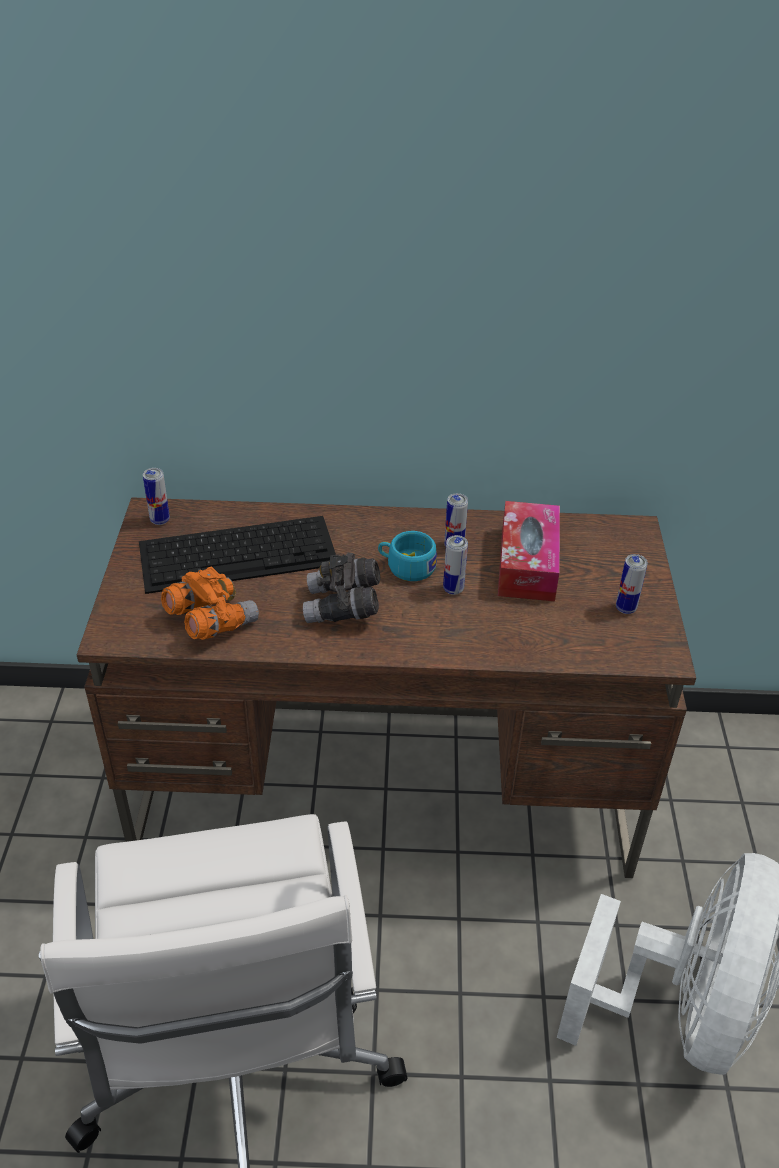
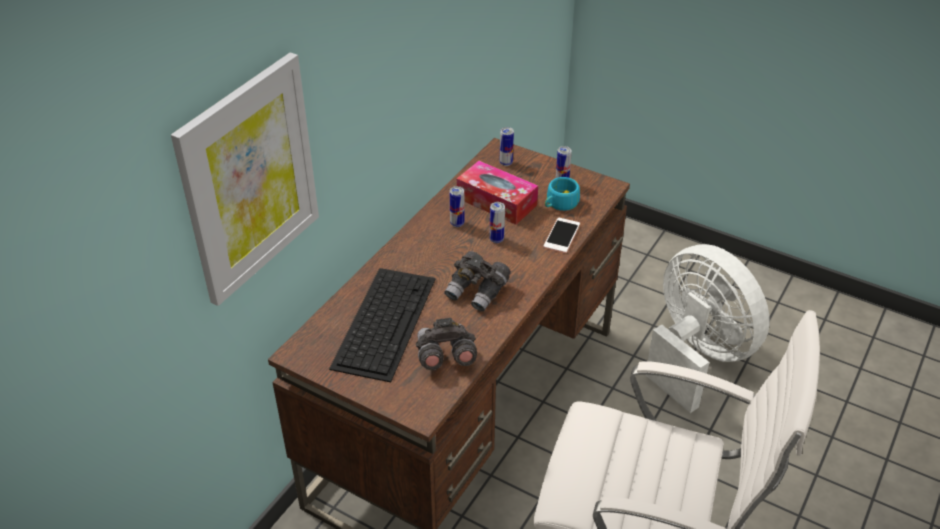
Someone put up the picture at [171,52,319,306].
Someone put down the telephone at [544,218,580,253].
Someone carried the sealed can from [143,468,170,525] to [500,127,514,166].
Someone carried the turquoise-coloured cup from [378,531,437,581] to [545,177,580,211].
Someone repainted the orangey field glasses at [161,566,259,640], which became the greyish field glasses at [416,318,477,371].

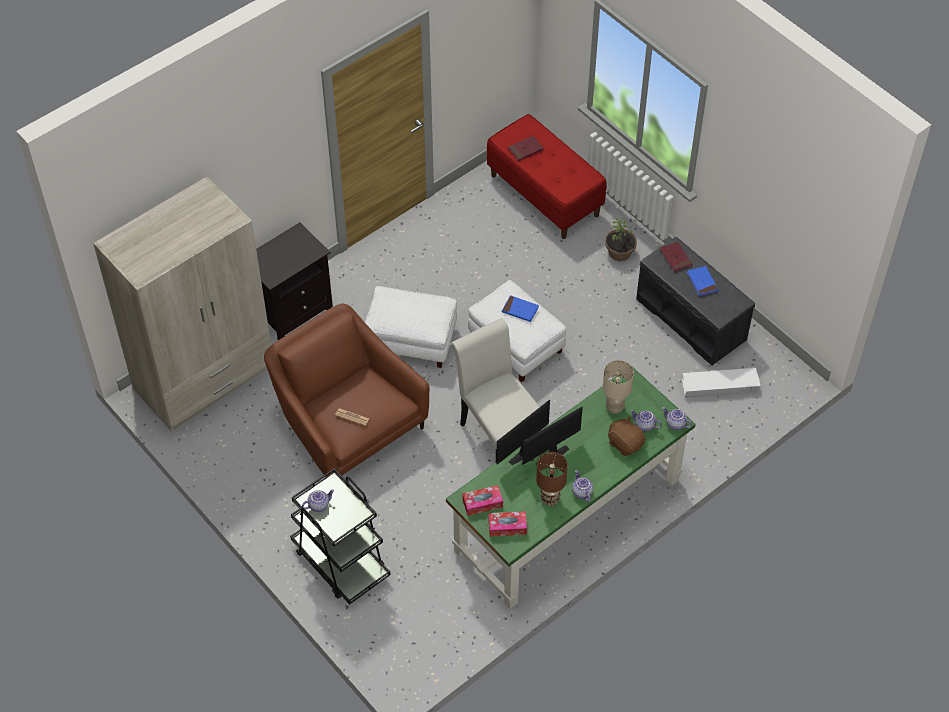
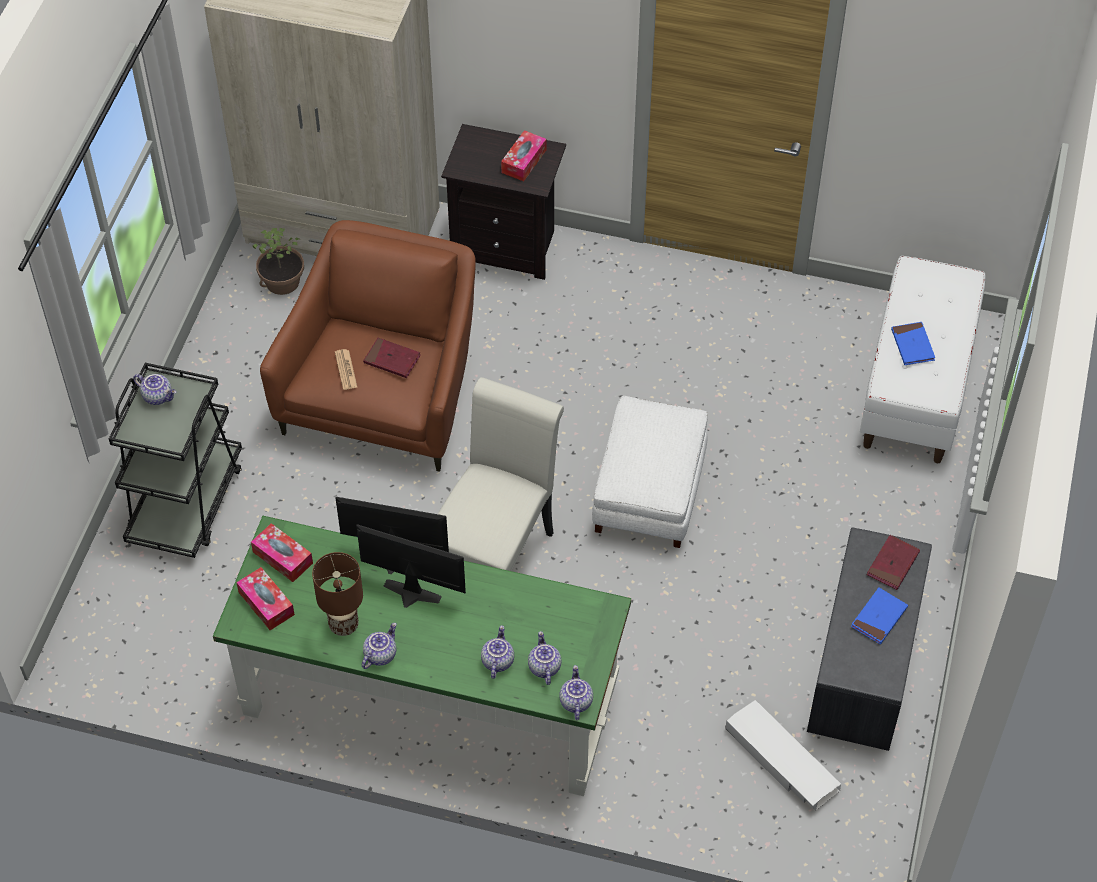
Someone took away the whitish ottoman at [365,286,457,368].
Someone took away the sand-coloured tabletop lamp at [603,360,634,414].
Someone put down the box of tissues at [501,130,546,182].
Someone carried the blue-coloured book from [502,295,539,322] to [891,322,935,365].
Someone carried the reddish book from [508,135,544,161] to [363,338,421,378].
Someone carried the plant in a pot from [605,218,637,261] to [253,228,304,295].
Someone swapped the brown soft toy at [608,416,646,456] for the pot for tea at [481,625,514,679].
Someone repainted the reddish indoor bench at [487,114,607,239], which became the whitish indoor bench at [860,256,986,463].

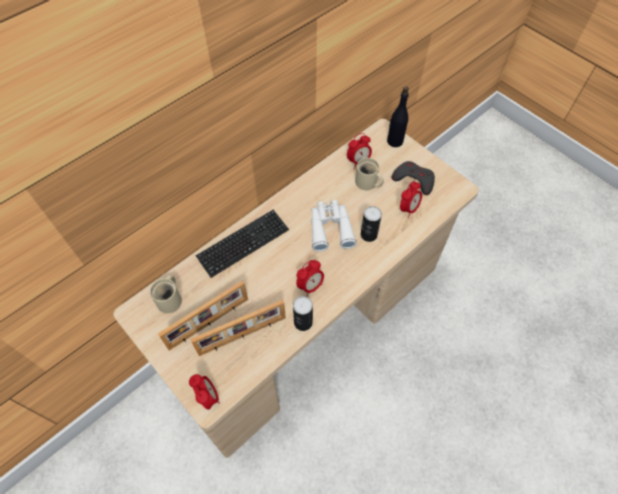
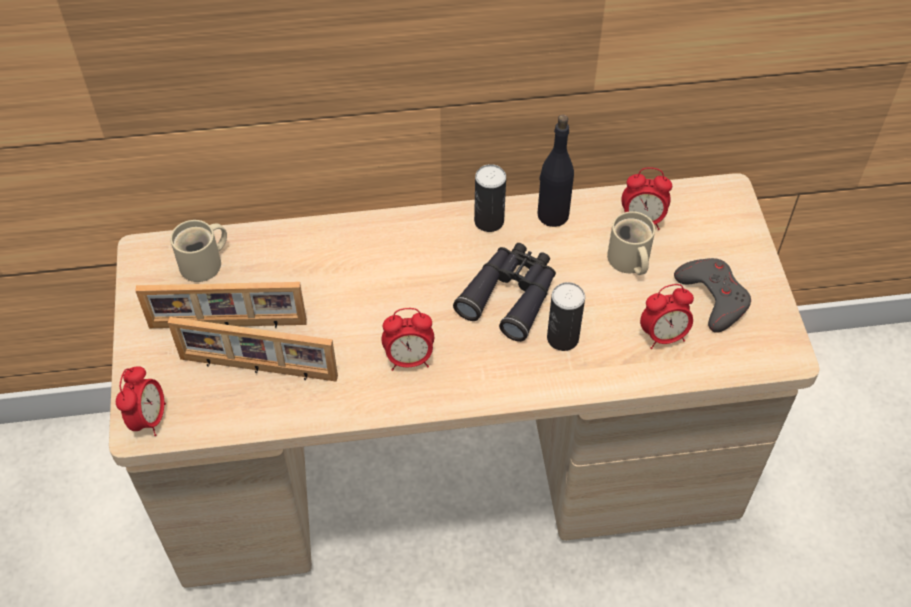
Someone took away the PC keyboard at [196,210,289,278].
Someone carried the sealed can from [293,296,313,331] to [474,164,506,232].
Someone carried the blackish drink bottle from [387,86,409,147] to [537,115,574,227].
Someone repainted the whitish field glasses at [311,200,357,252], which became the blackish field glasses at [453,243,556,342].

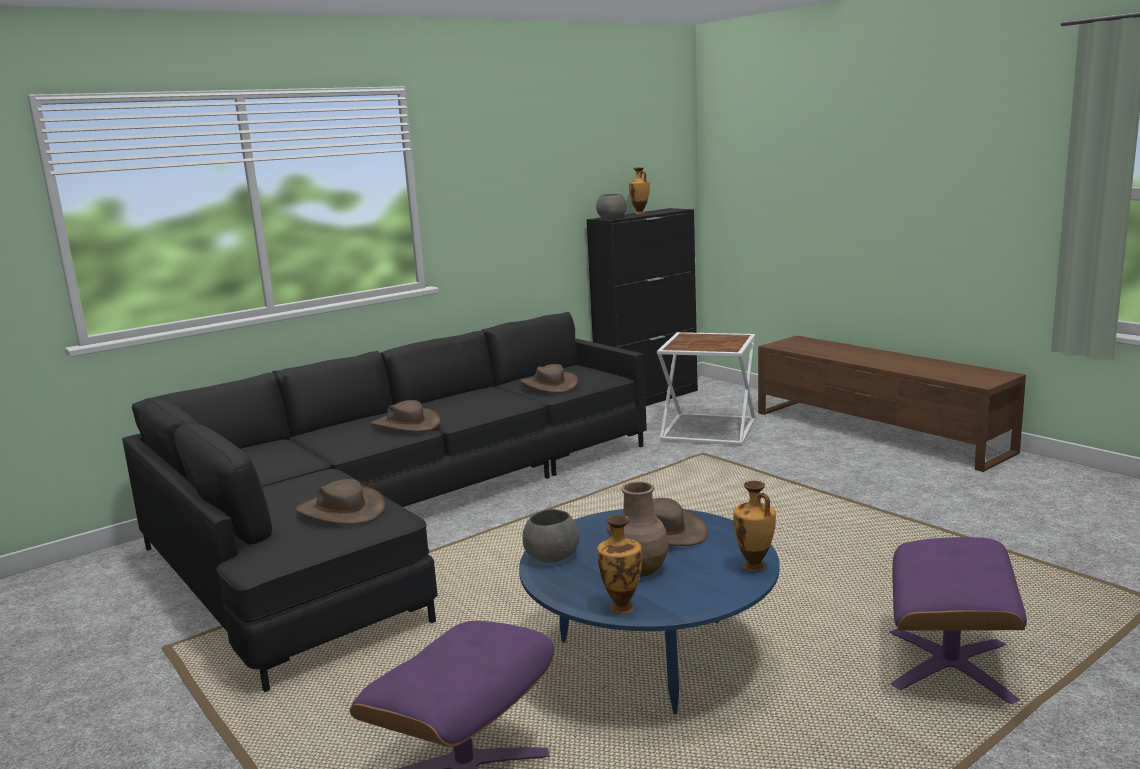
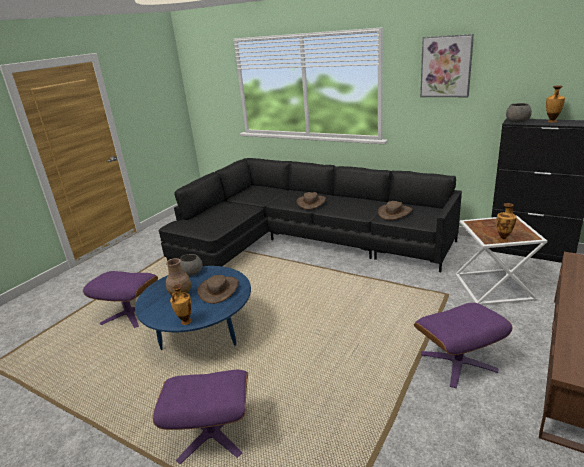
Someone took away the brown hat at [296,479,385,524].
Someone put down the purple ottoman at [414,303,512,388].
Someone put up the picture at [420,34,474,97].
Someone carried the decorative vase from [597,515,642,614] to [496,203,517,242].

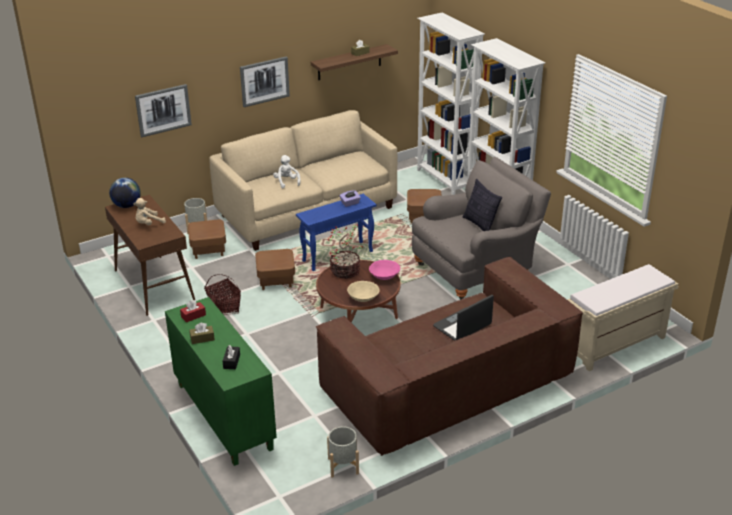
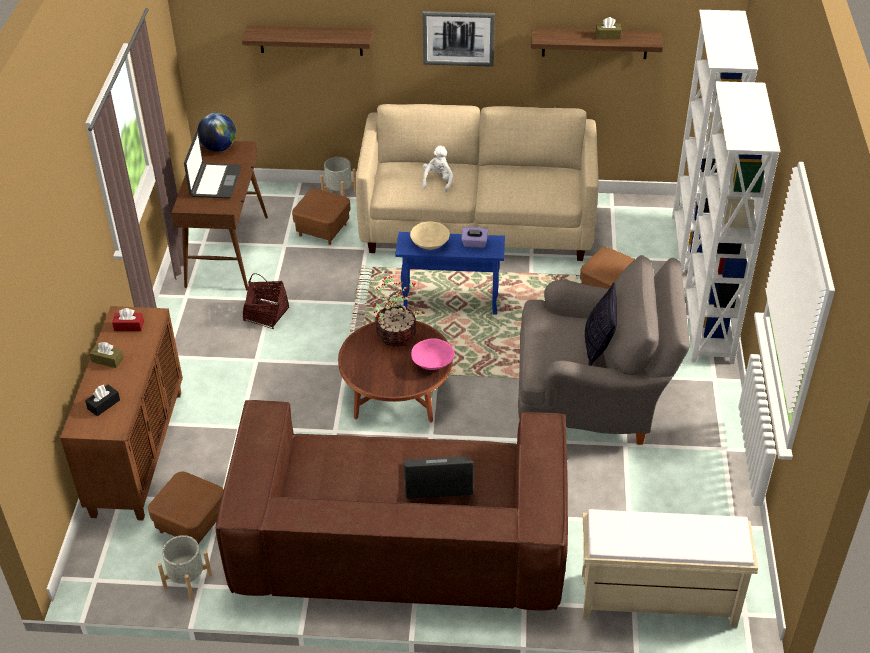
Someone carried the brown ottoman from [255,249,295,290] to [148,472,224,544].
Someone carried the sand-coloured bowl from [347,281,380,302] to [410,221,450,250].
Someone swapped the sand-coloured soft toy at [133,198,166,225] for the laptop at [184,132,242,199].
Someone swapped the picture at [135,84,192,137] for the shelf at [242,25,373,56].
Someone repainted the green-coloured storage cabinet at [165,297,277,466], which became the brown storage cabinet at [60,306,183,521].

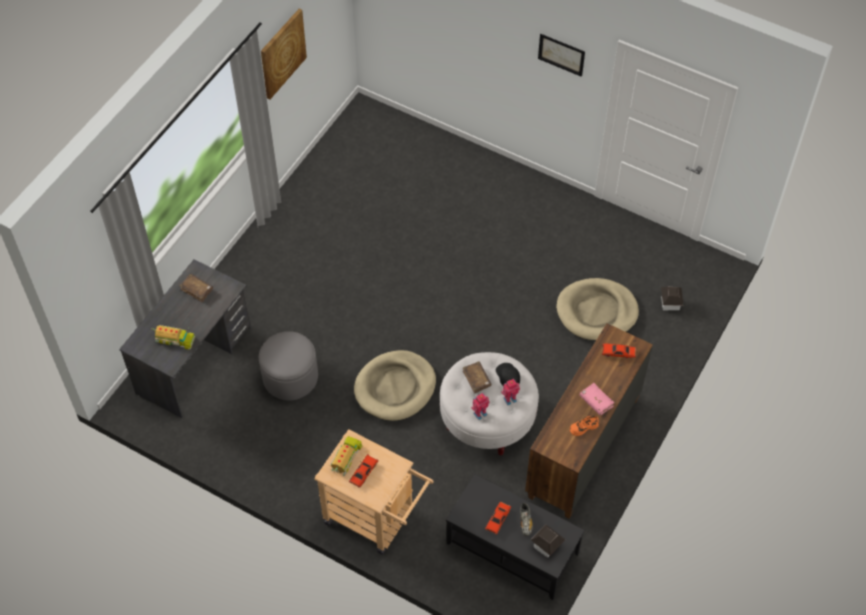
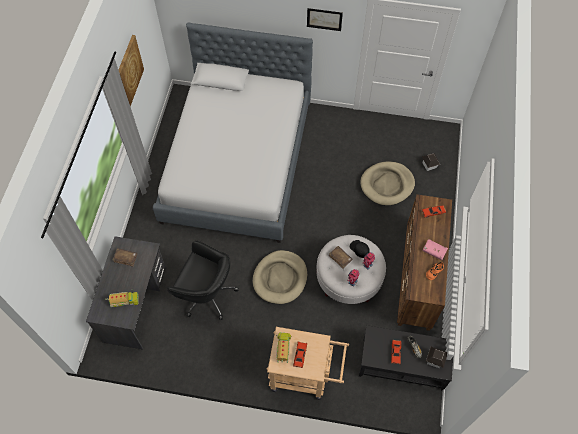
Someone put down the sleeping bed at [153,22,313,243].
Someone swapped the greyish ottoman at [259,331,318,401] for the blackish office chair at [167,241,239,320].

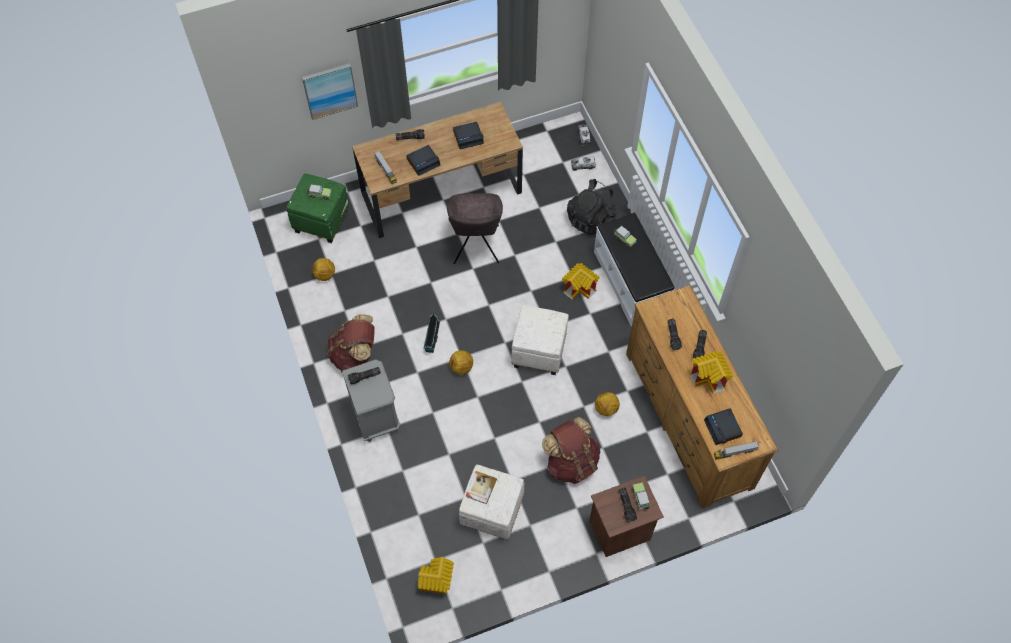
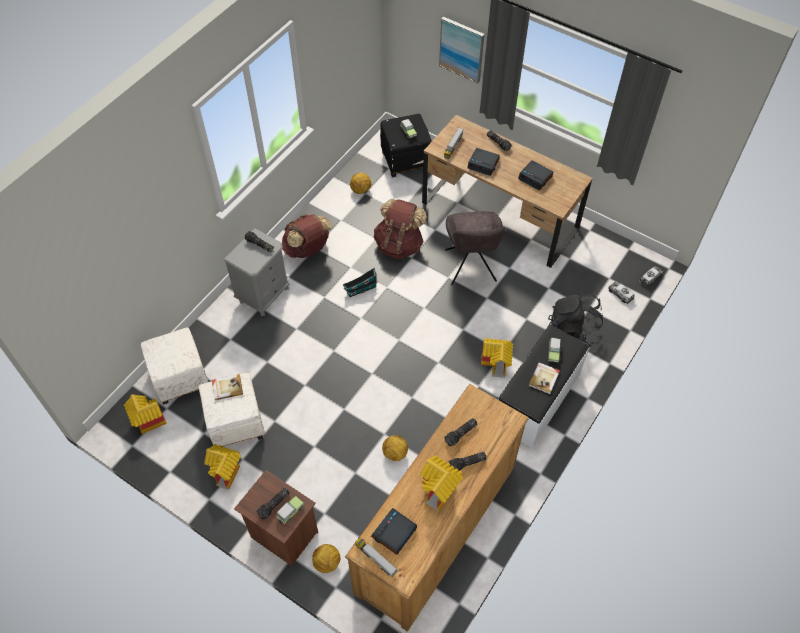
Someone put down the model house at [204,444,241,490].
Someone put down the book at [529,362,560,394].
Someone carried the football ball from [449,350,474,375] to [312,544,340,573].
Someone carried the whitish ottoman from [512,306,569,375] to [141,327,208,404].
Someone carried the brown rucksack from [542,417,600,484] to [374,199,427,259].
Someone repainted the green-coloured ottoman at [286,174,349,243], which became the blackish ottoman at [380,114,432,177].
Someone rotated the greyish upright chair at [447,193,503,264] by 60 degrees counterclockwise.

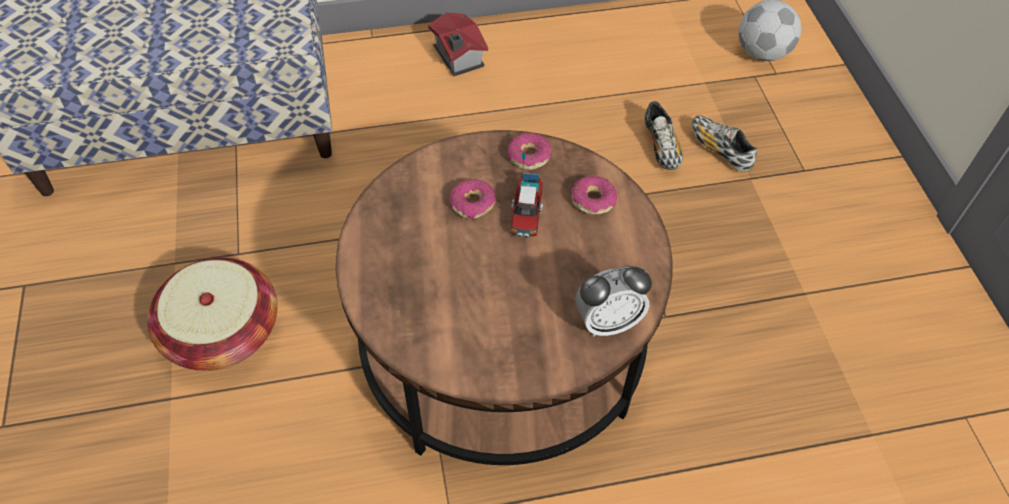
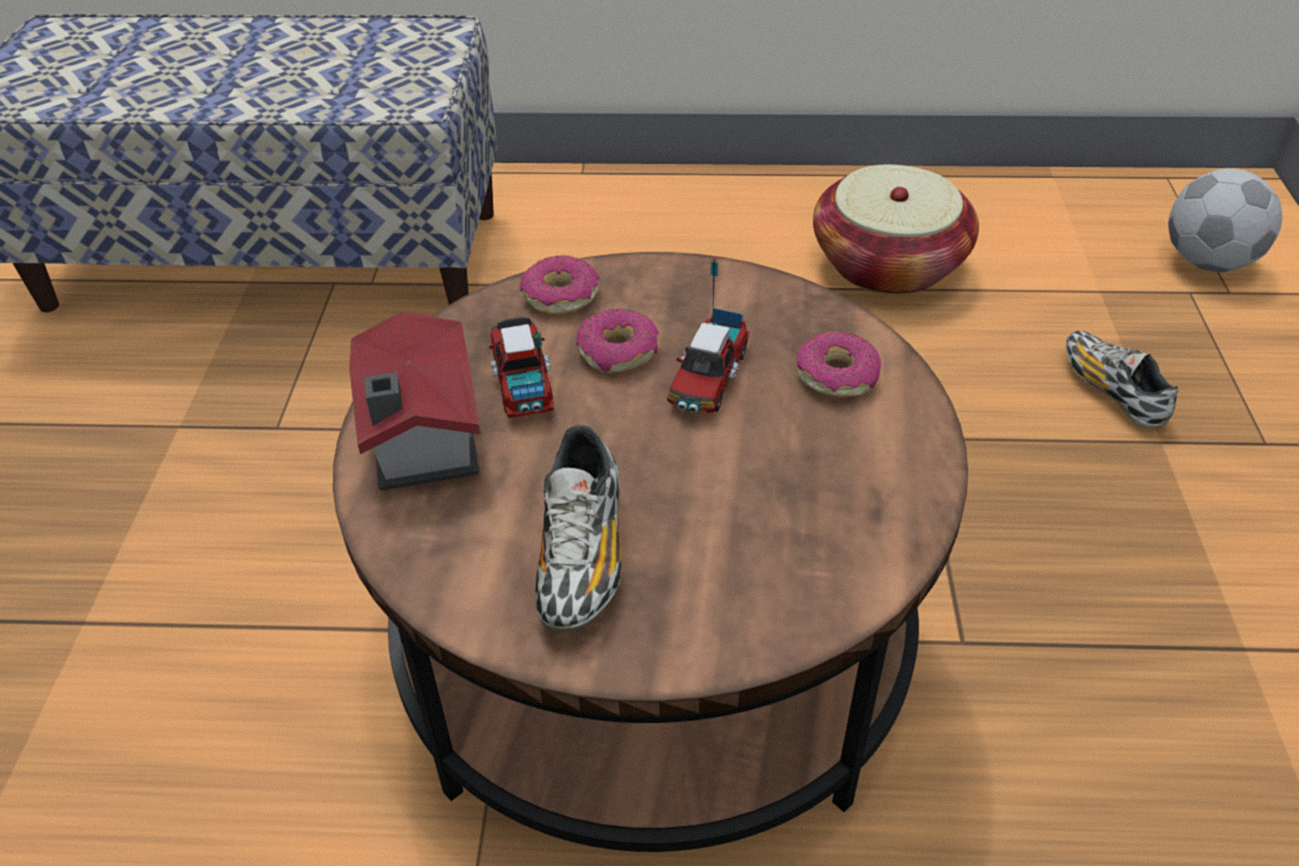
Someone took away the table clock at [575,266,652,337].
Someone put down the model truck at [489,317,554,418].
Someone carried the household basket from [147,258,278,371] to [813,165,979,295].
Someone carried the model house from [428,12,488,76] to [349,311,481,491].
Someone carried the donut from [508,133,551,170] to [520,255,599,314].
Someone carried the item of footwear from [645,101,683,170] to [535,425,622,632].

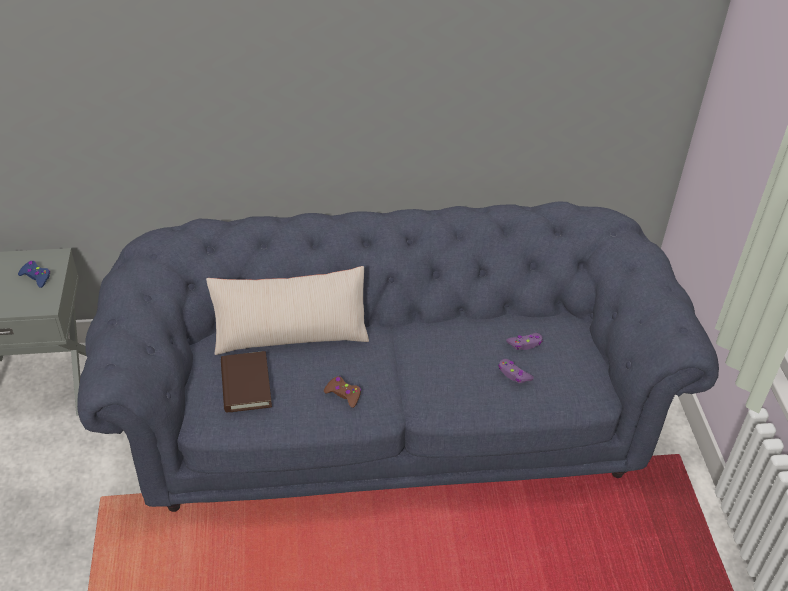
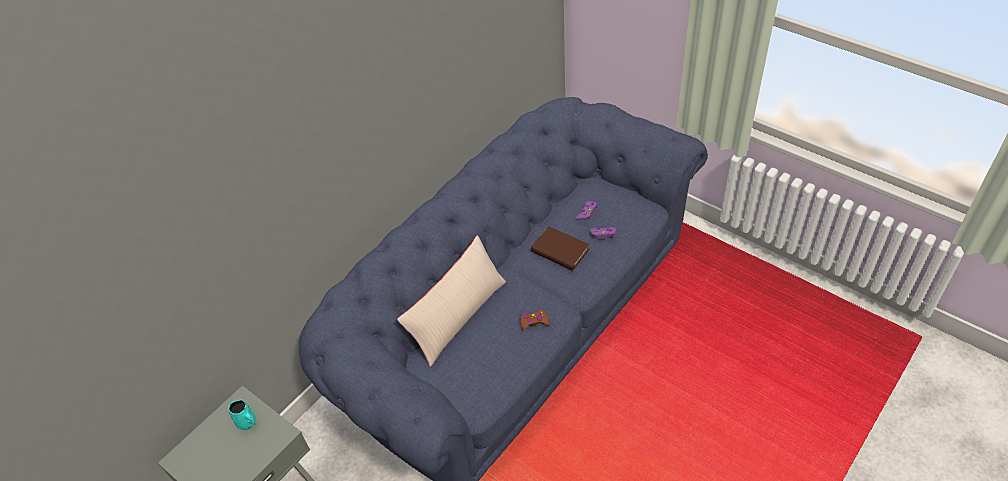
Someone carried the brown book from [221,351,272,413] to [531,226,590,271].
Someone swapped the blue-coloured gamepad at [18,261,50,288] for the turquoise-coloured tea mug at [228,400,256,430].

